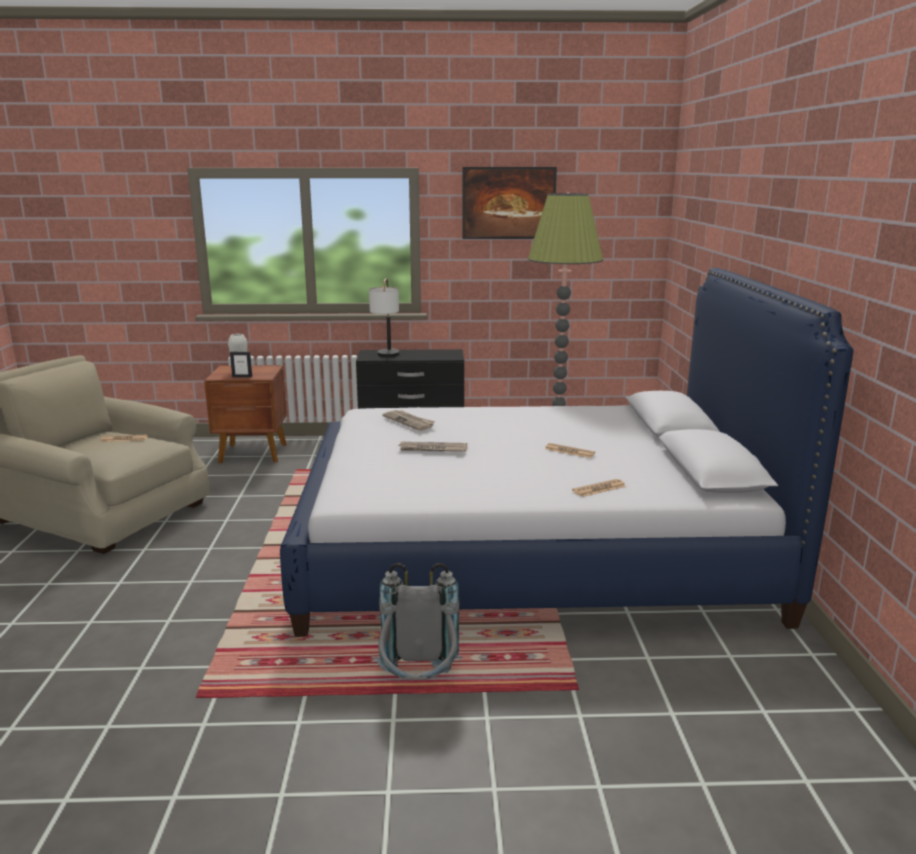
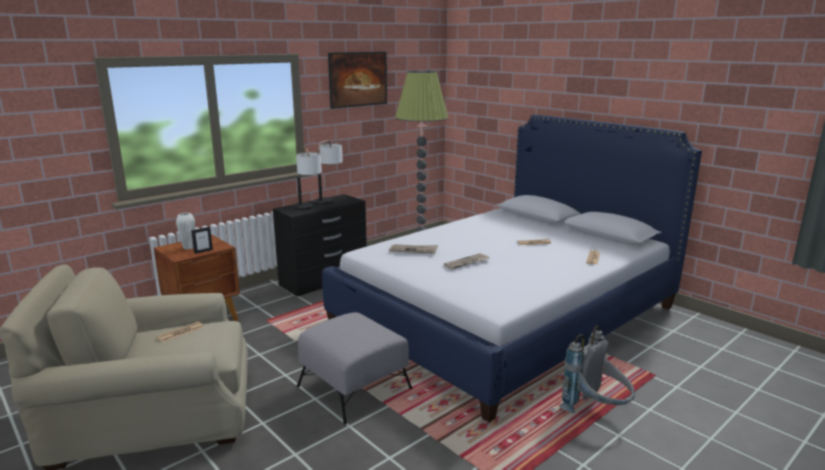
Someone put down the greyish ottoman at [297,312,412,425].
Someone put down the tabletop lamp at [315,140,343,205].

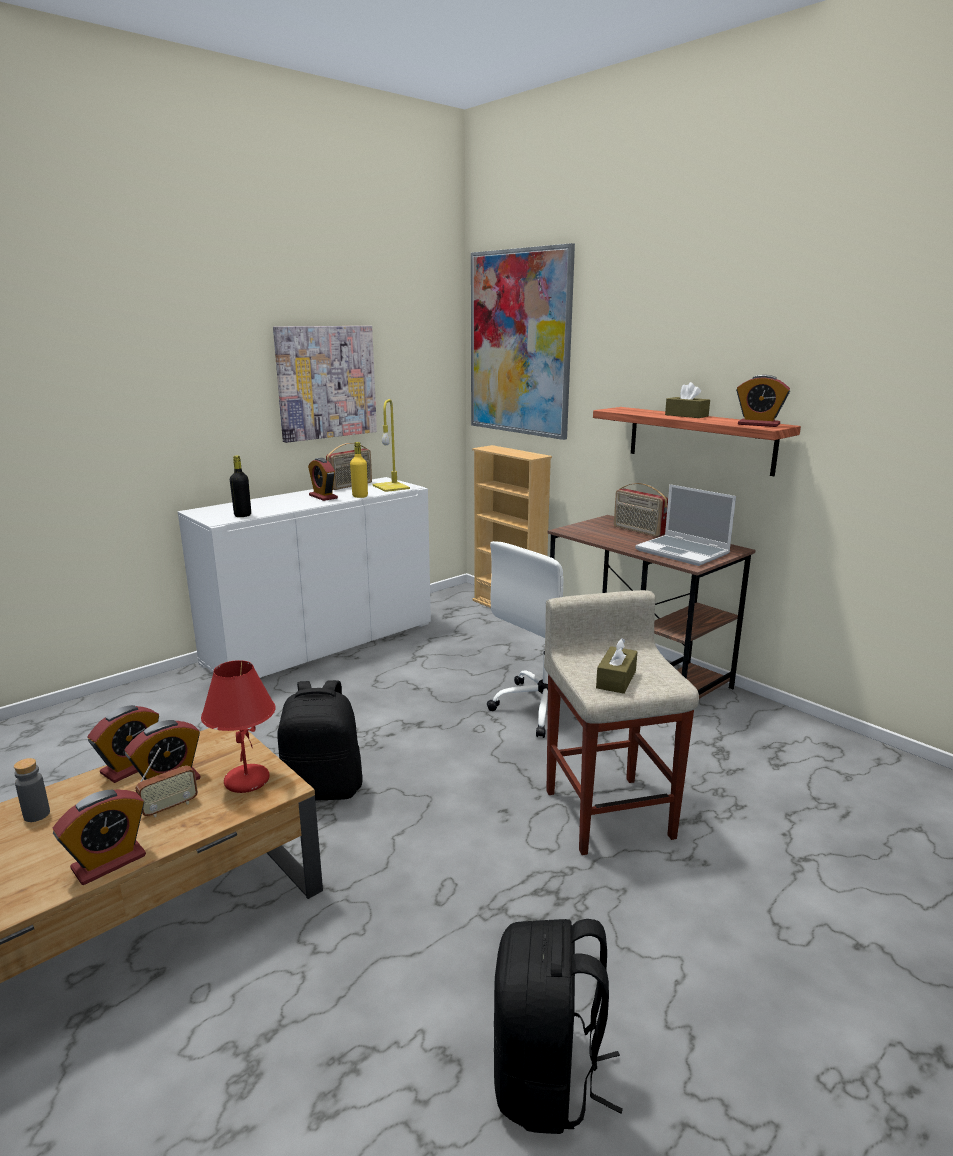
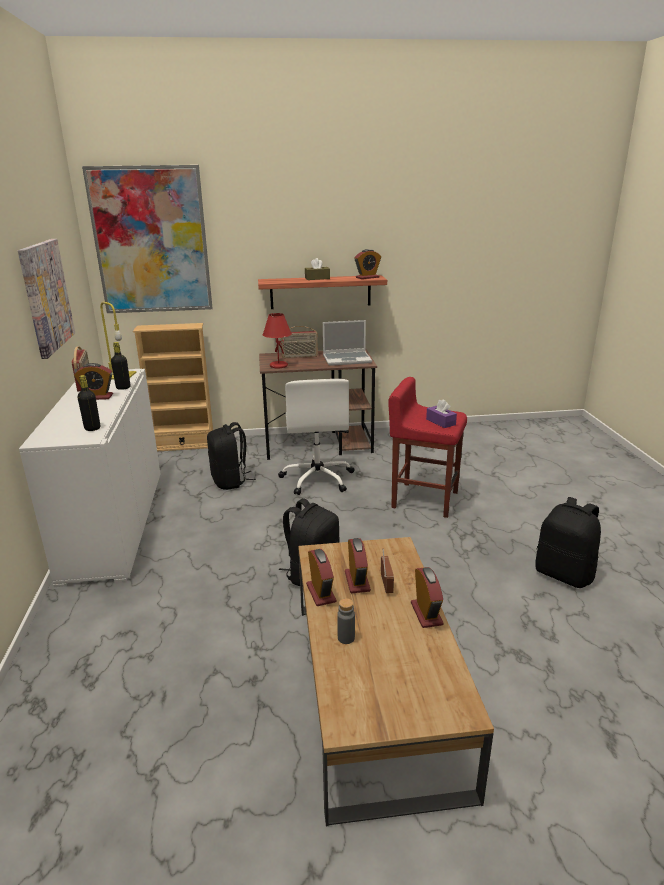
Someone put down the blackish rucksack at [207,422,256,490].
Someone carried the reddish tabletop lamp from [201,660,276,793] to [263,313,292,369].
Someone repainted the yellowish drink bottle at [350,442,368,498], which became the blackish drink bottle at [111,342,130,390].
Someone repainted the sand-coloured sitting stool at [544,590,699,855], which became the reddish sitting stool at [388,377,467,518].
Someone repainted the brown box of tissues at [596,638,638,694], which became the purple box of tissues at [426,399,457,428].

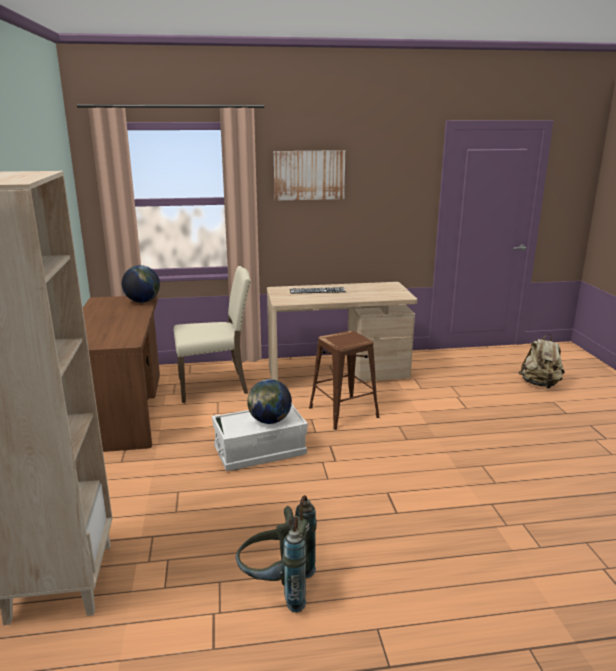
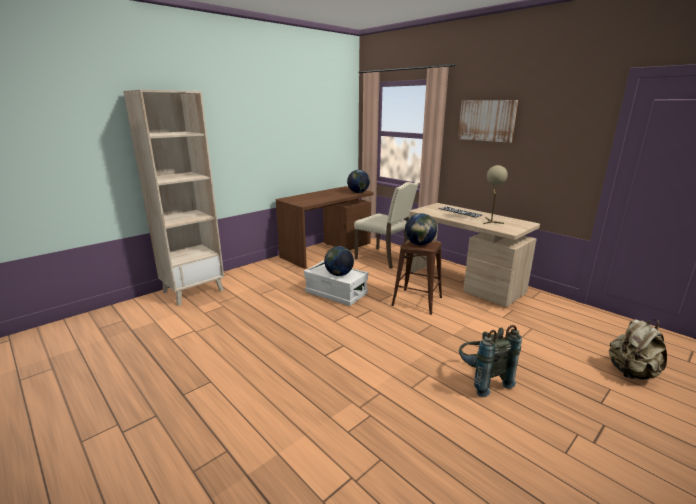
Someone put down the desk globe at [405,213,437,246].
Someone put down the sand-coloured tabletop lamp at [483,165,508,224].
Someone carried the greyish rucksack from [236,495,317,613] to [459,325,522,397].

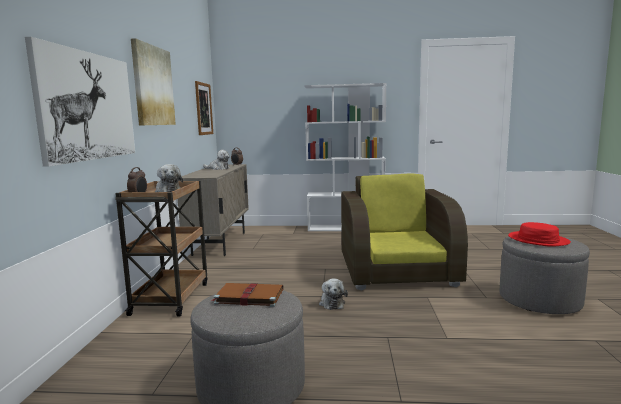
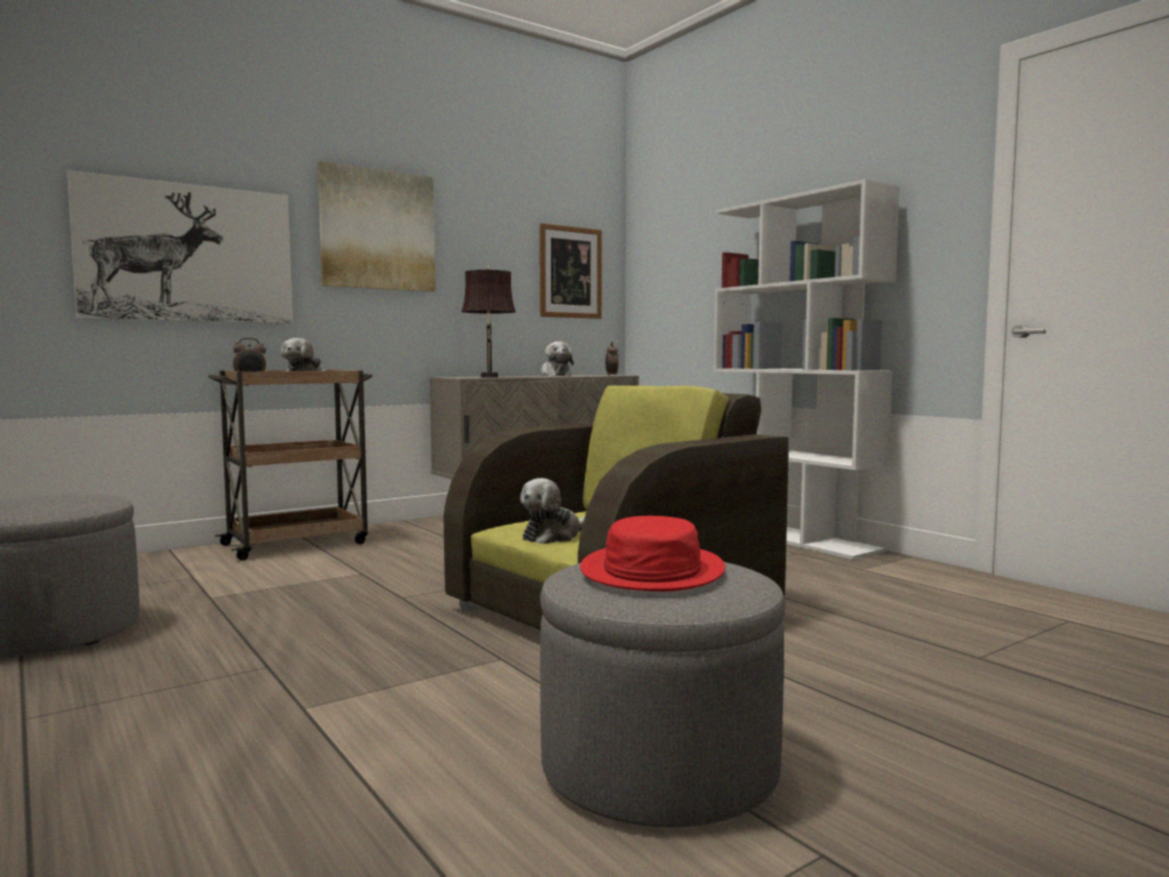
Someone took away the brown book at [211,283,284,307].
Someone put down the brown tabletop lamp at [461,266,516,377].
Someone carried the soft toy from [319,278,348,310] to [520,478,585,544].

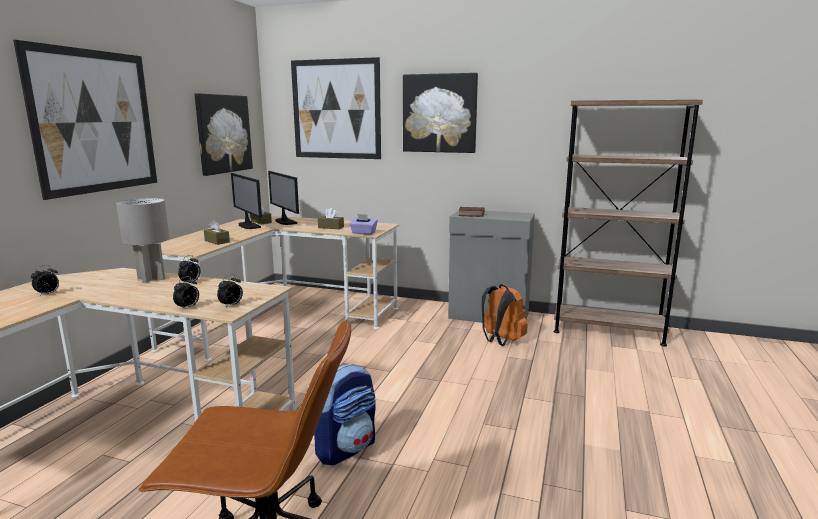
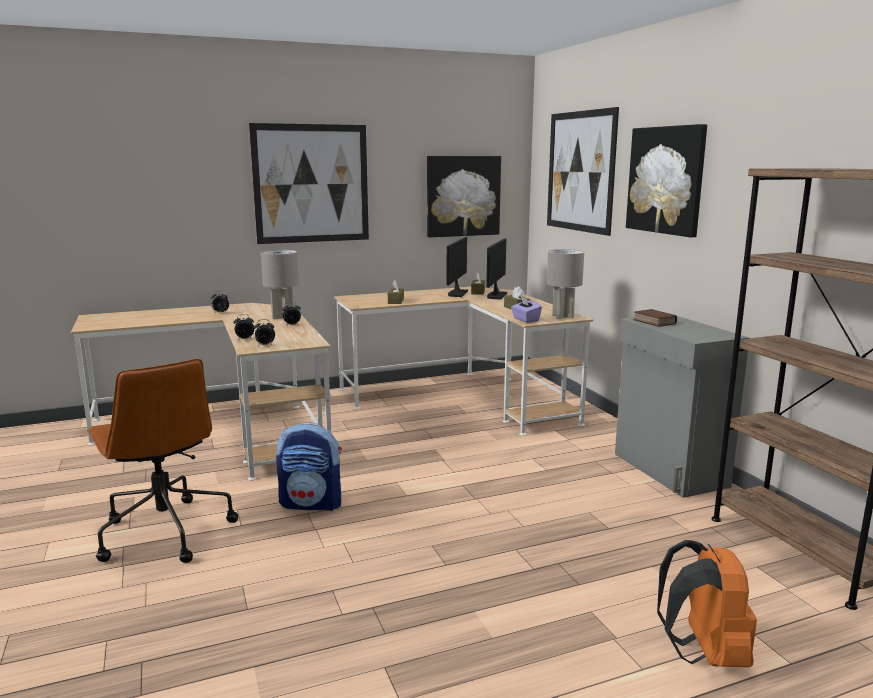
Someone put down the greyish tabletop lamp at [547,249,584,319].
Someone carried the orangey rucksack from [482,284,528,346] to [657,540,757,667].

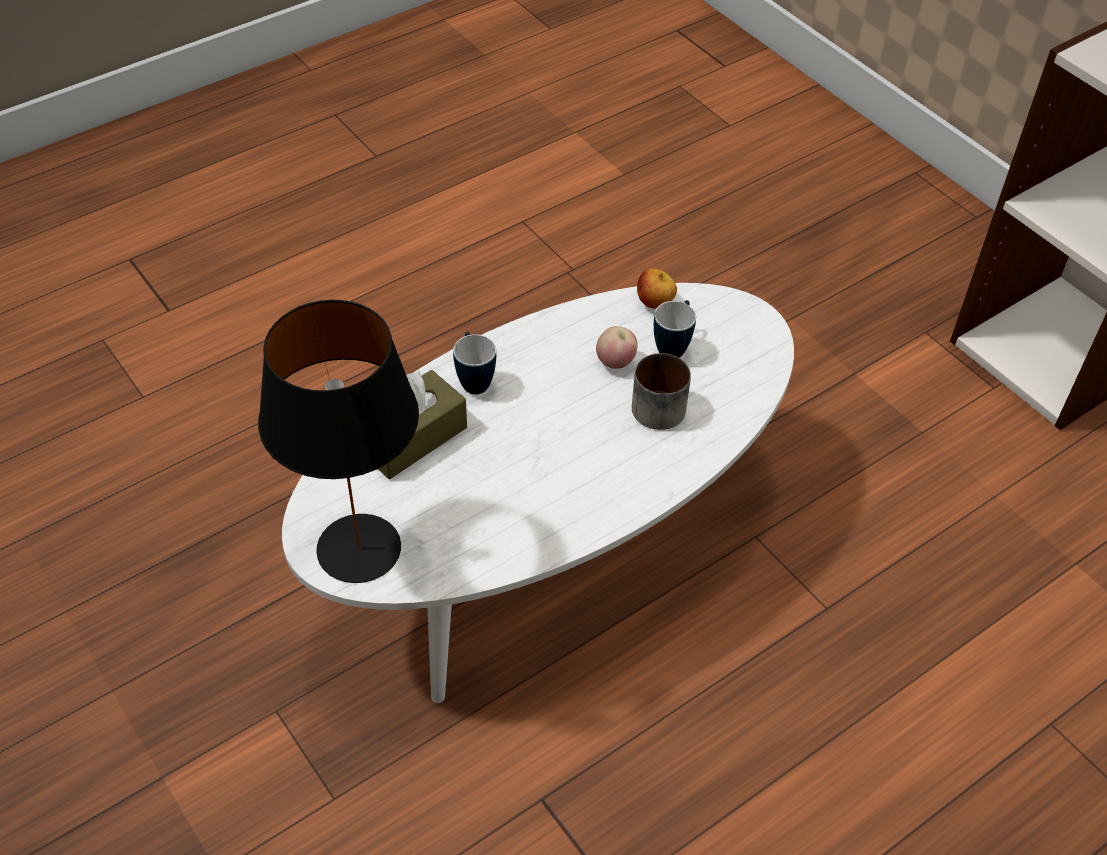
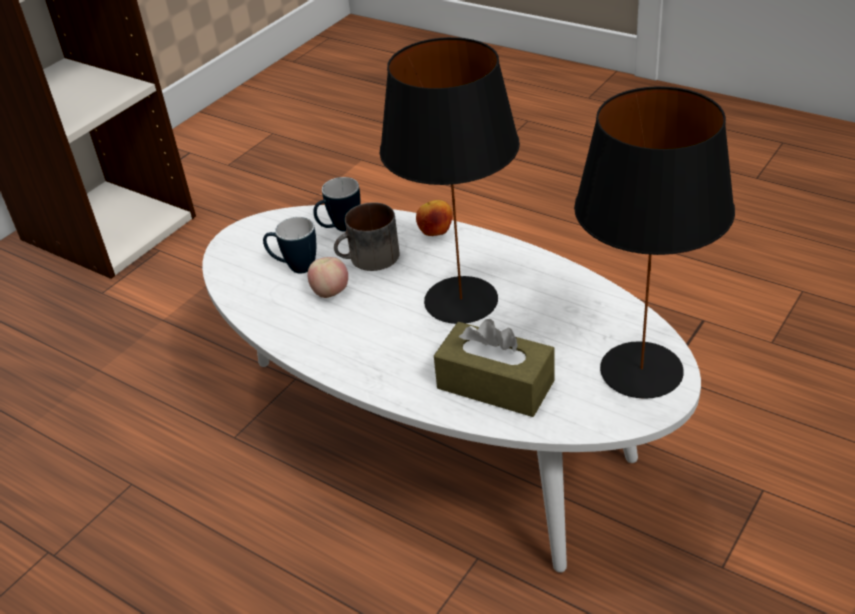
Someone put down the blackish tabletop lamp at [380,37,520,324].
Someone carried the tea mug from [453,332,496,395] to [313,177,360,232].
Someone carried the apple from [637,269,677,309] to [416,200,453,236].

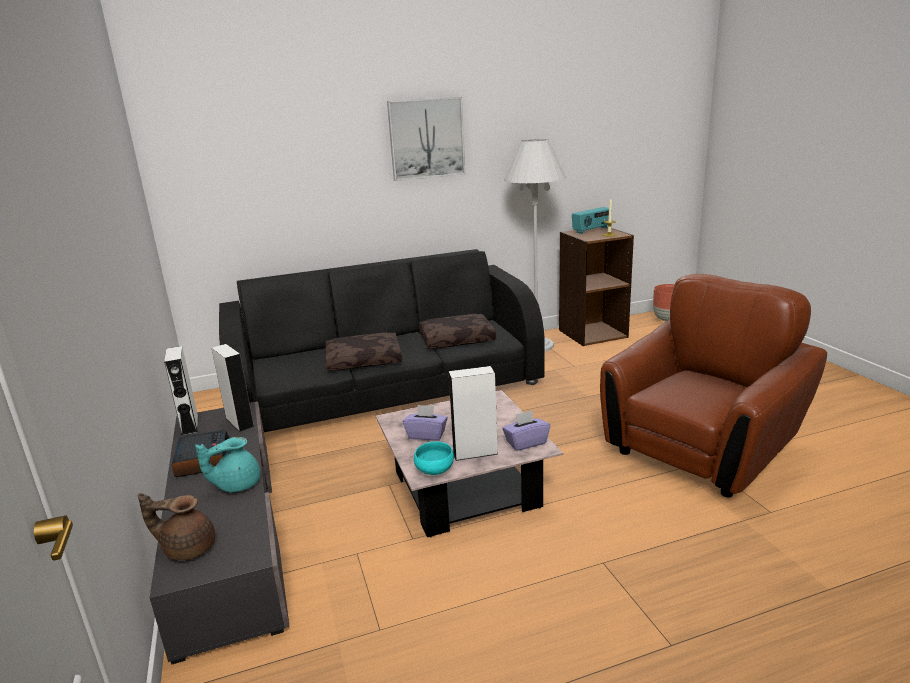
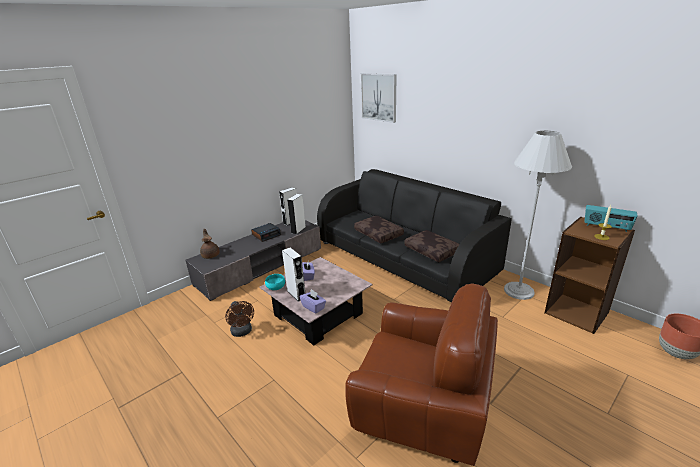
Someone took away the turquoise-coloured pot for tea at [195,437,260,492].
Someone put down the brown fan at [225,301,254,337].
Someone carried the picture from [387,97,465,181] to [361,73,397,123].

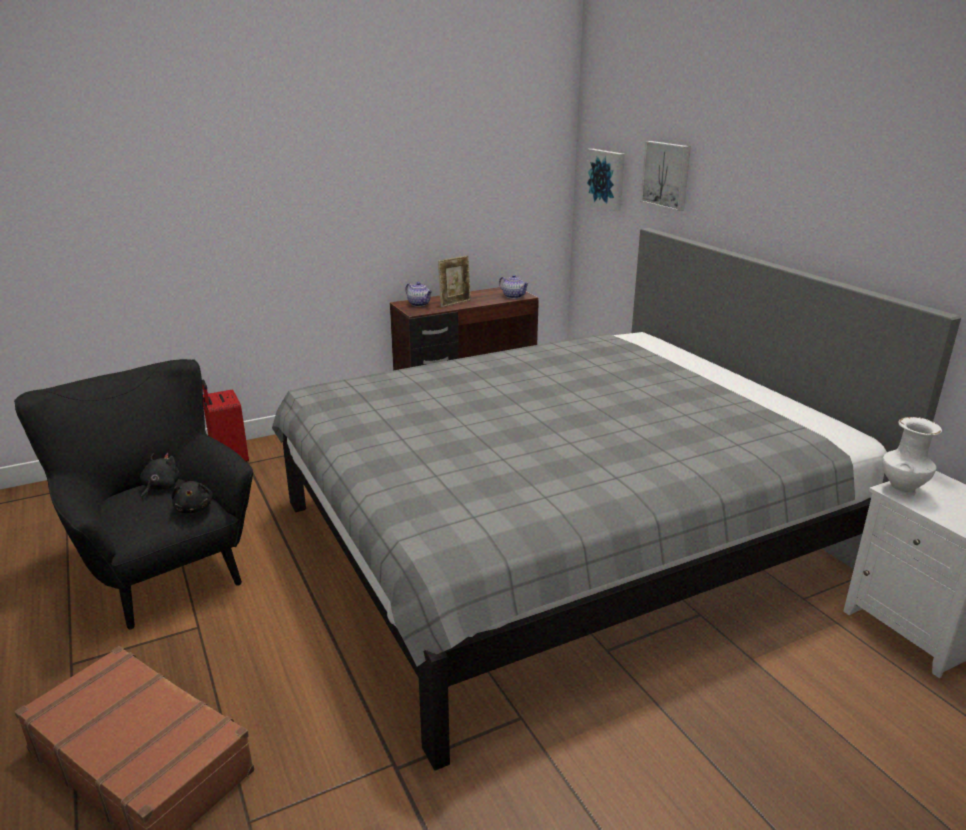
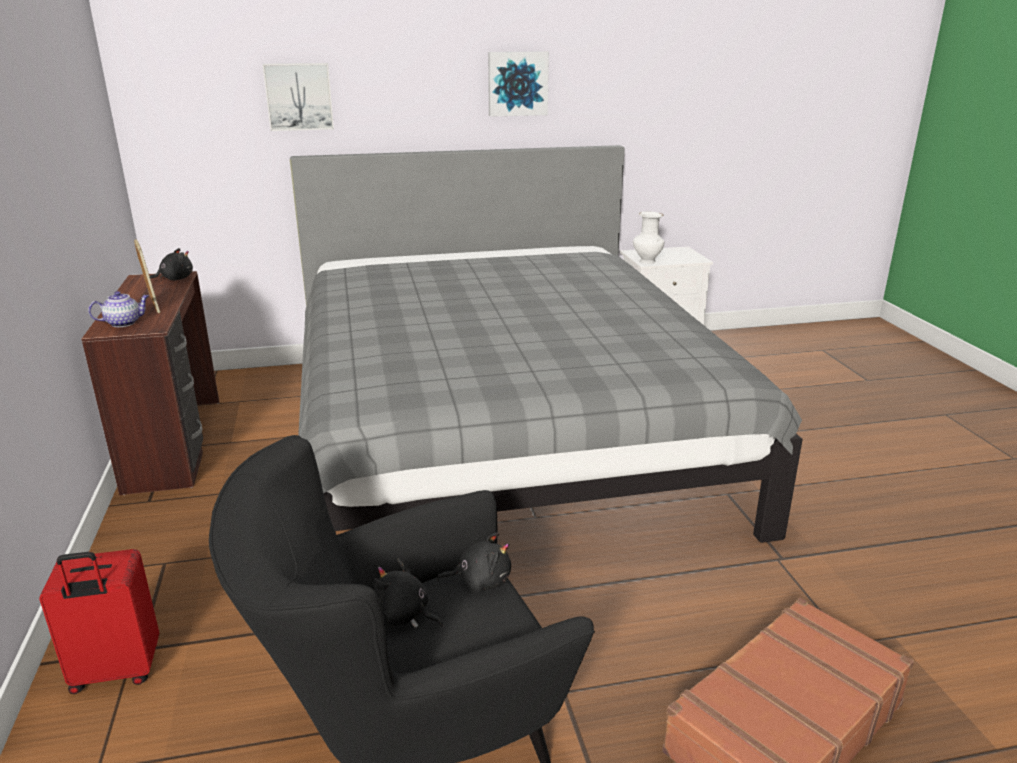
Someone carried the picture from [585,149,625,211] to [488,51,549,117].
Someone swapped the pot for tea at [499,275,529,299] for the blackish soft toy at [150,248,193,281].

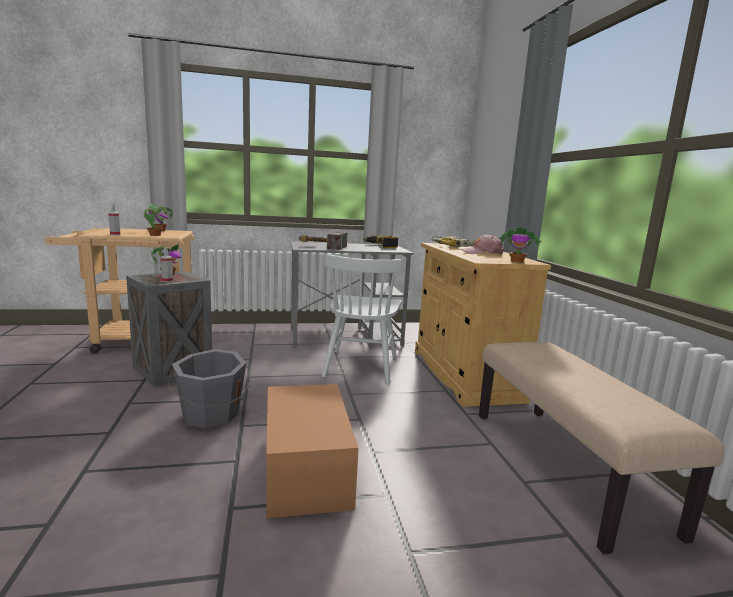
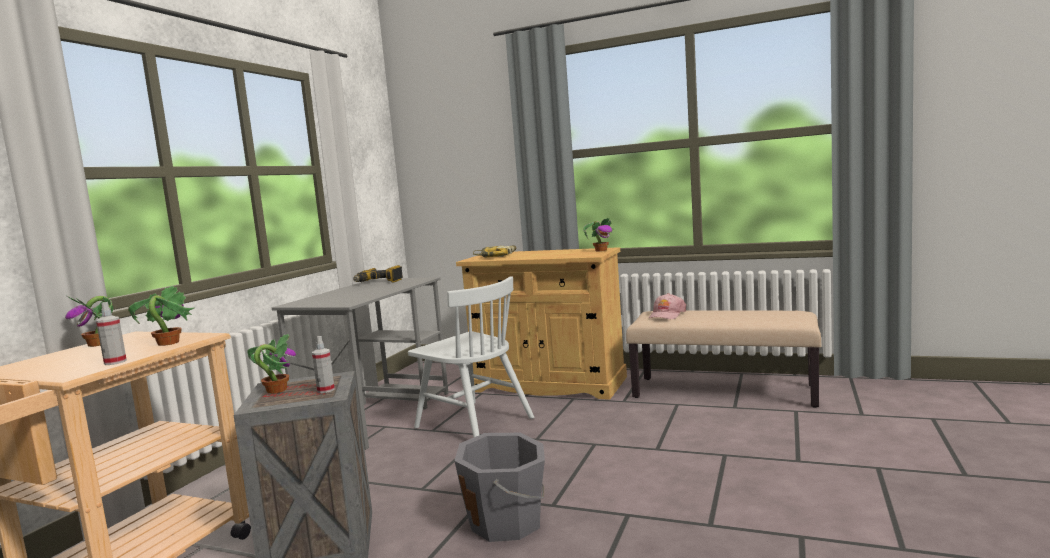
Someone took away the carton at [266,384,358,519].
Someone took away the hand hammer at [299,232,347,250].
Someone carried the pinkish cap from [461,235,505,255] to [649,293,686,319].

